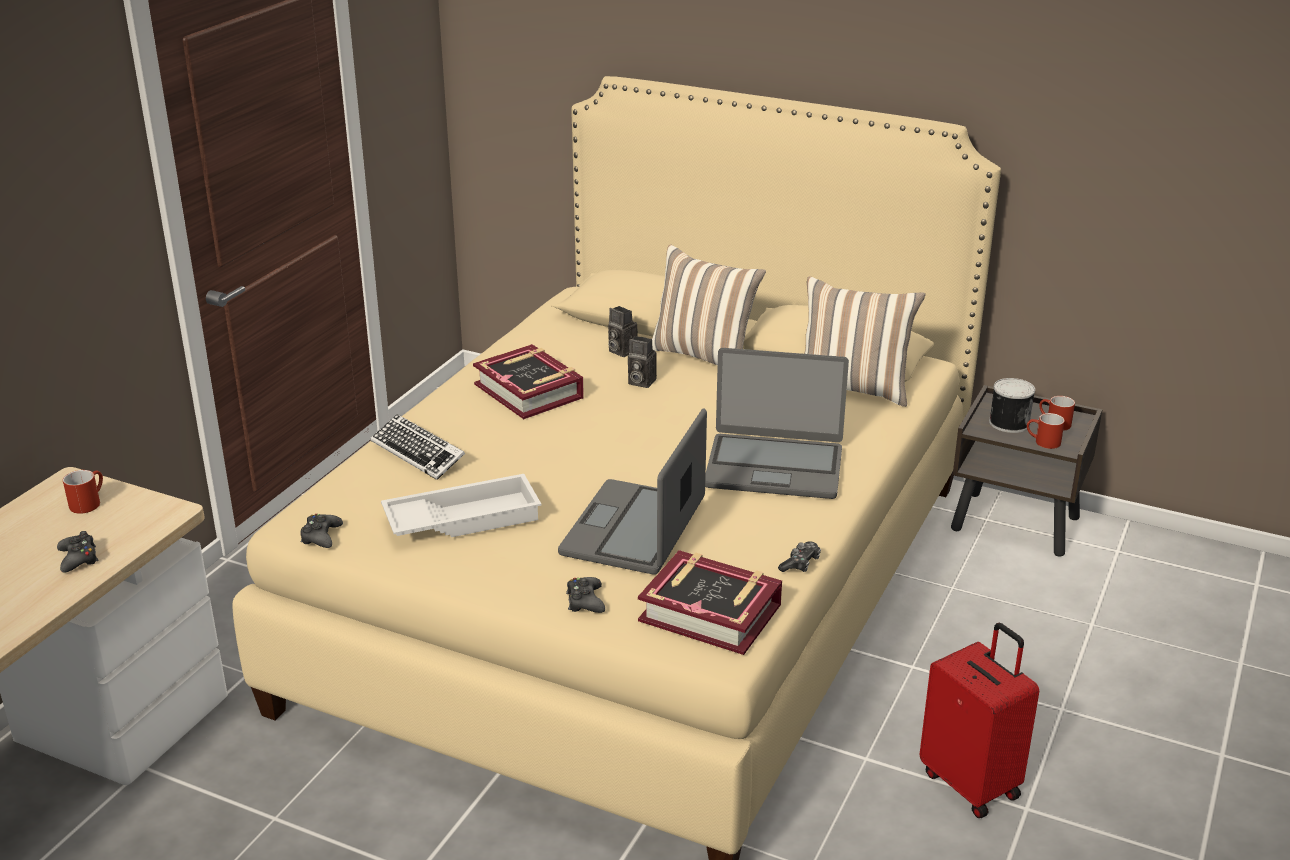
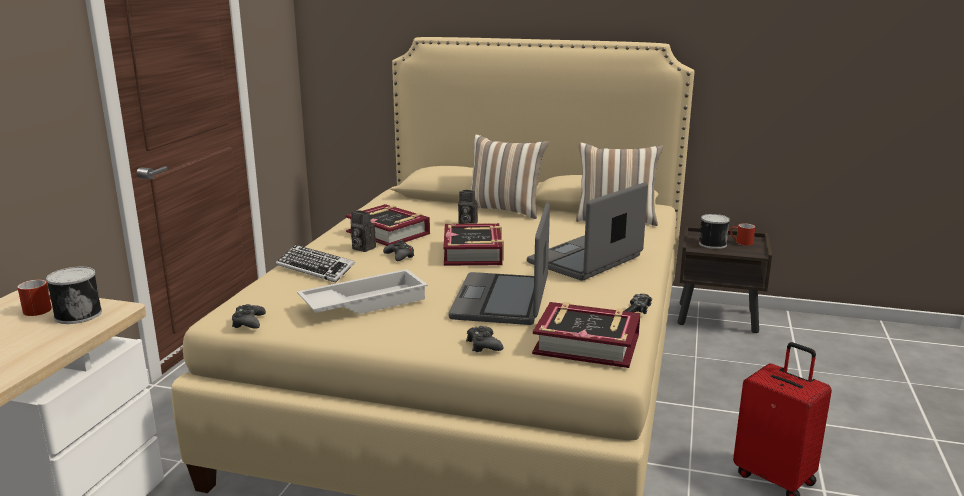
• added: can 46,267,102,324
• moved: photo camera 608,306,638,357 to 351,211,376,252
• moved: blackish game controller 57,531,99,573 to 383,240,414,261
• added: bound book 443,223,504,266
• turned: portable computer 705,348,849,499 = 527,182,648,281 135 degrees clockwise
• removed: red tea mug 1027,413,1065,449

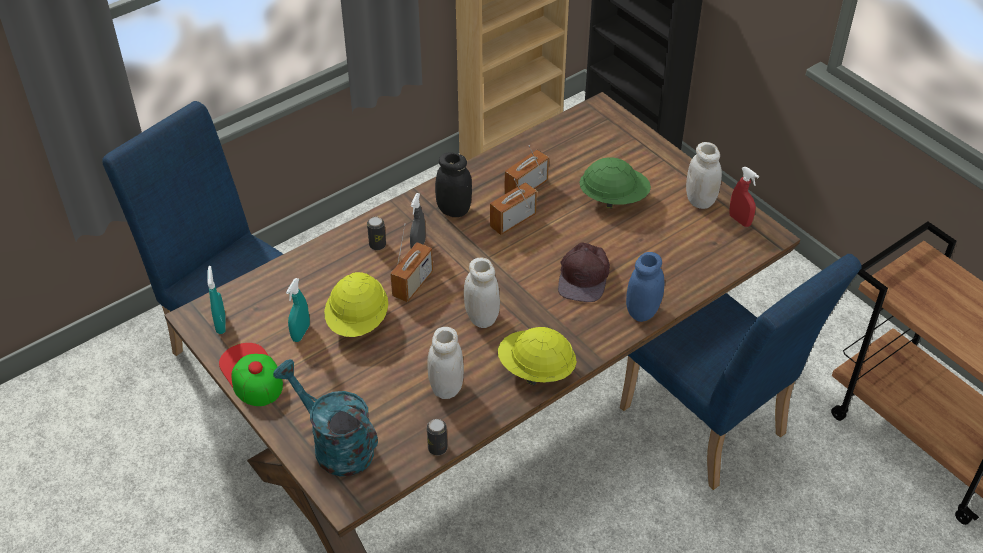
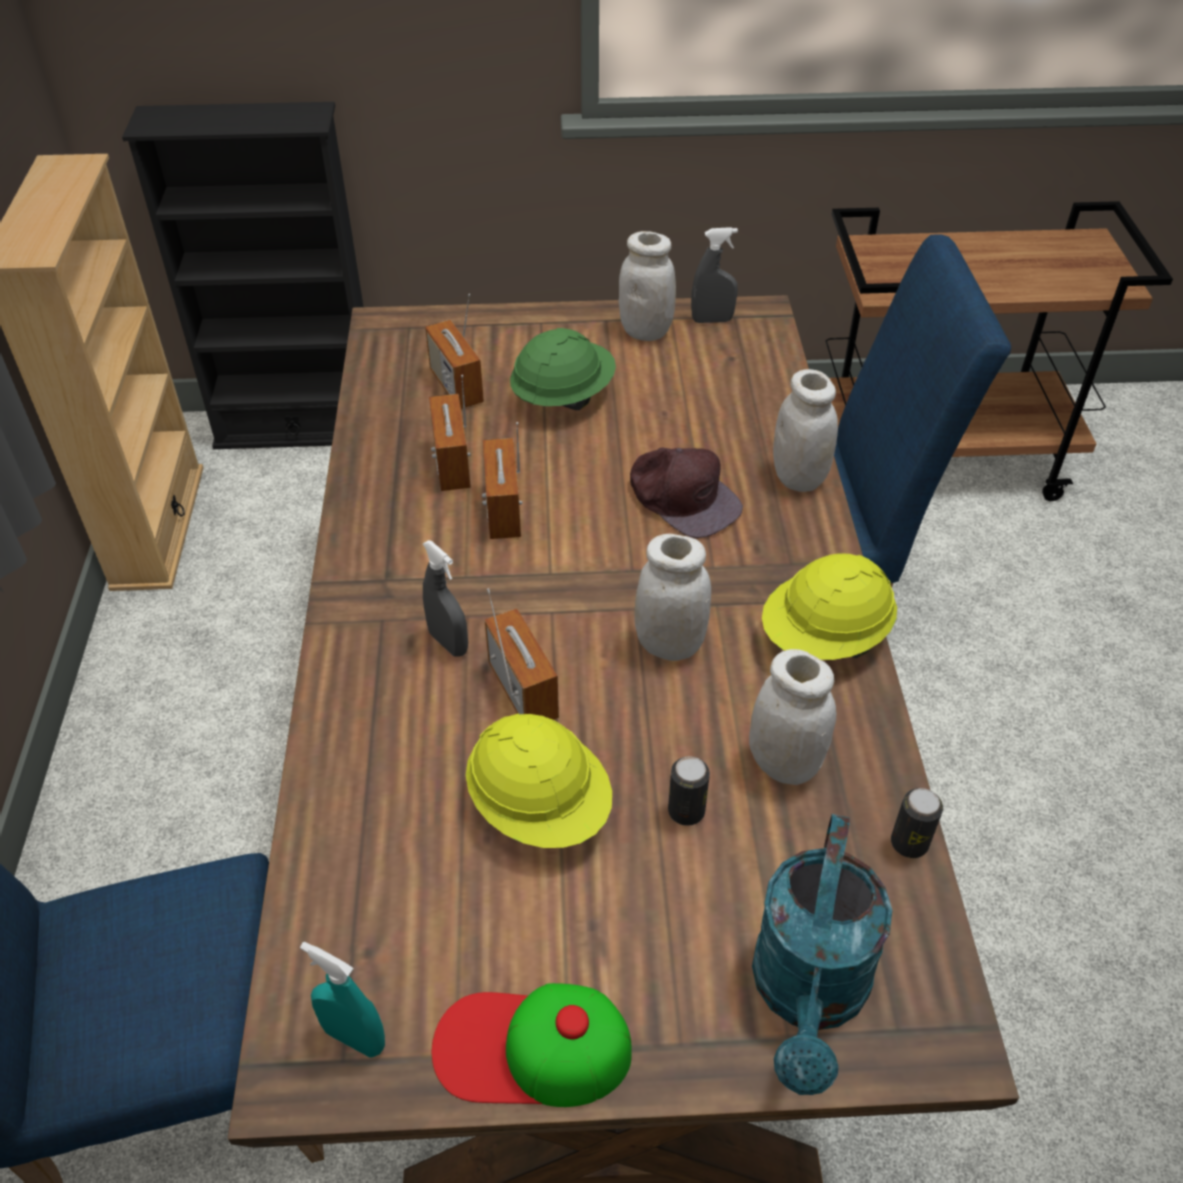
• added: radio receiver 425,294,484,409
• moved: can 367,216,386,250 to 668,756,710,826
• recoloured: red spray bottle 729,167,759,227 to gray spray bottle 691,227,738,323
• turned: turquoise watering can 273,359,378,476 = 752,814,892,1095 60 degrees counterclockwise
• recoloured: bluish jar 626,252,664,322 to white-coloured jar 773,369,838,492
• removed: turquoise spray bottle 286,278,310,342
• removed: blackish jar 435,152,472,217

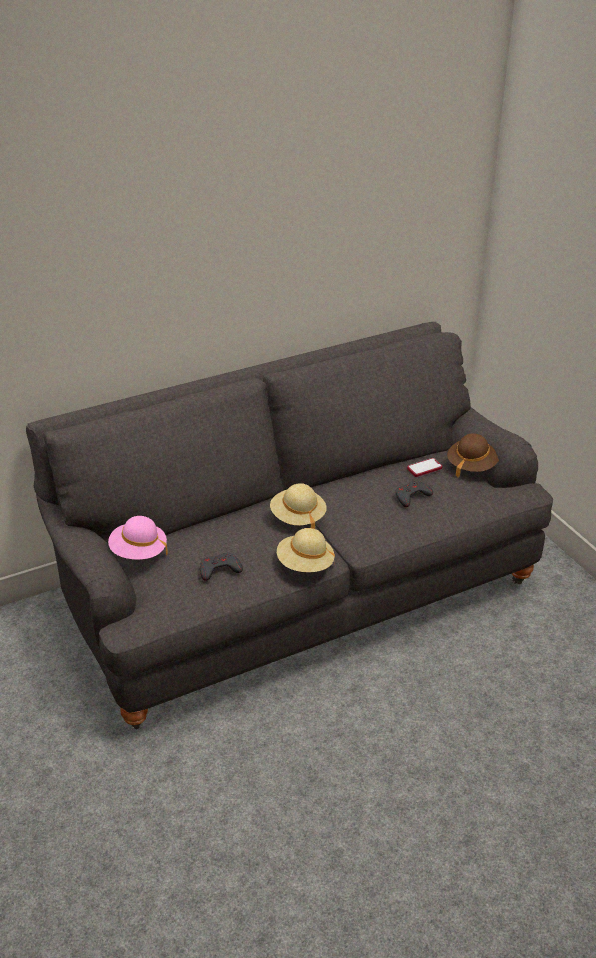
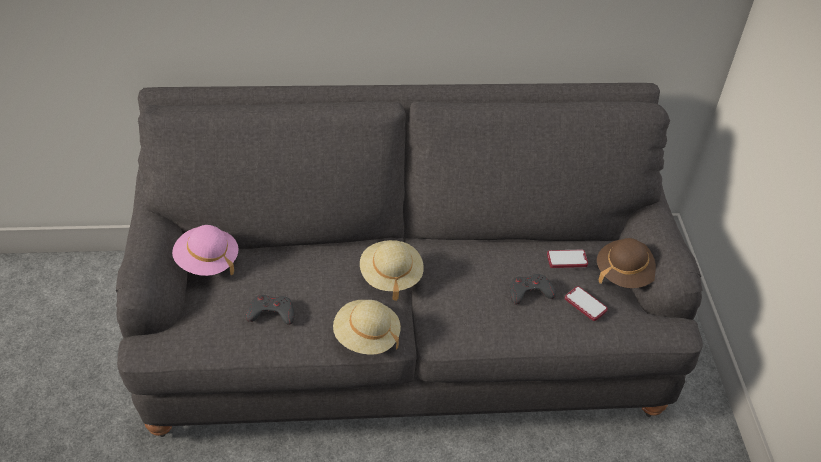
• added: phone 565,286,608,321

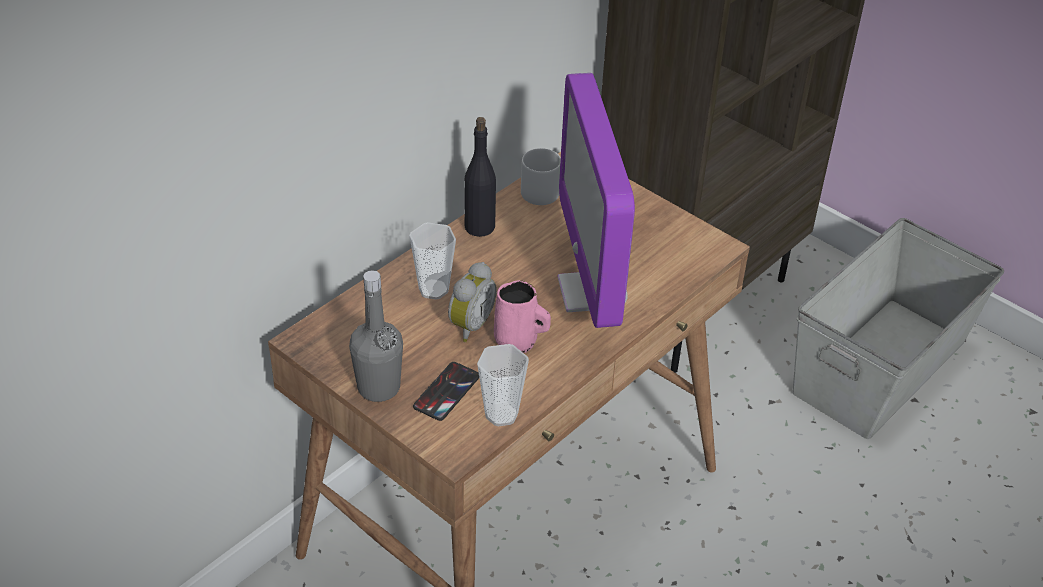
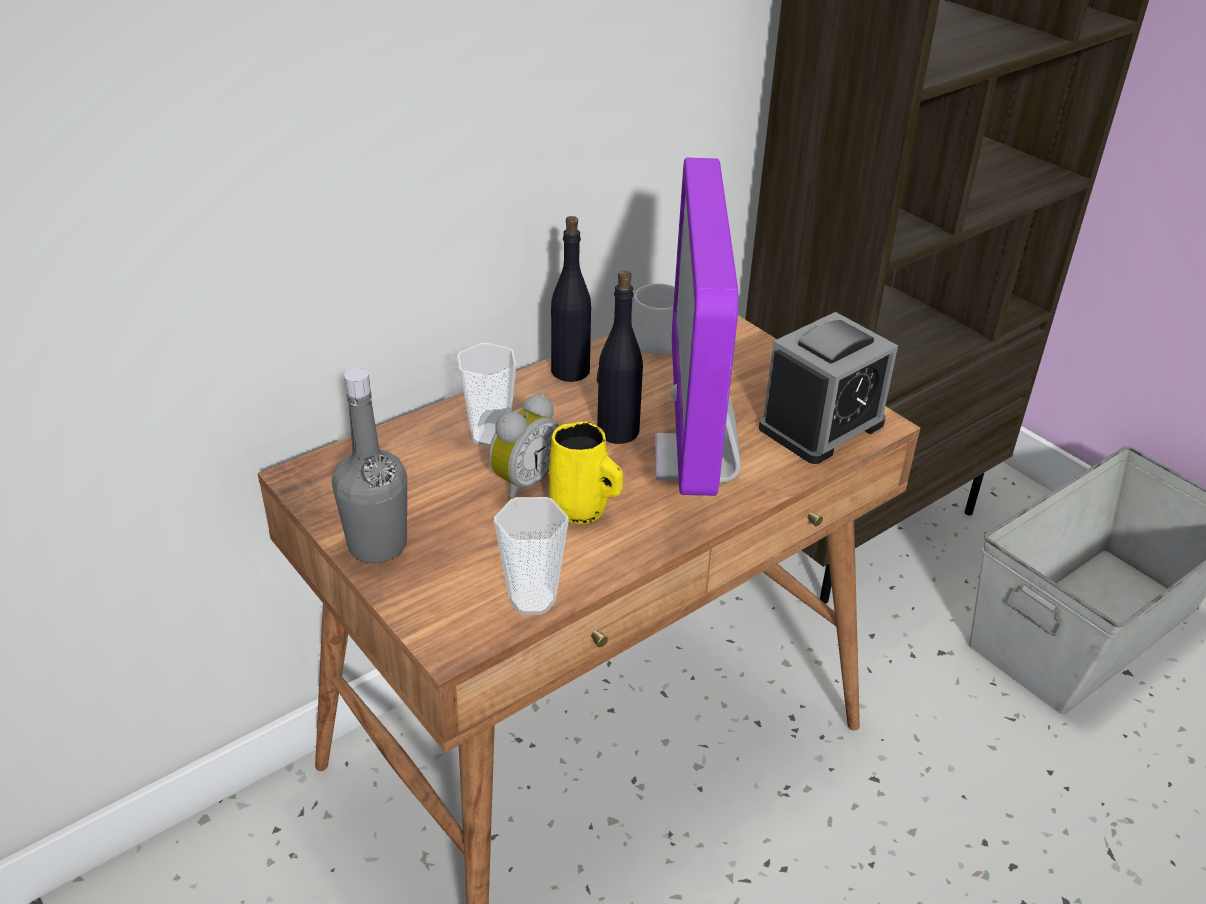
• recoloured: pink tea mug 494,280,551,353 to yellowish tea mug 549,422,623,524
• added: blackish beverage bottle 597,270,643,444
• added: table clock 759,312,898,464
• removed: phone 413,362,479,421

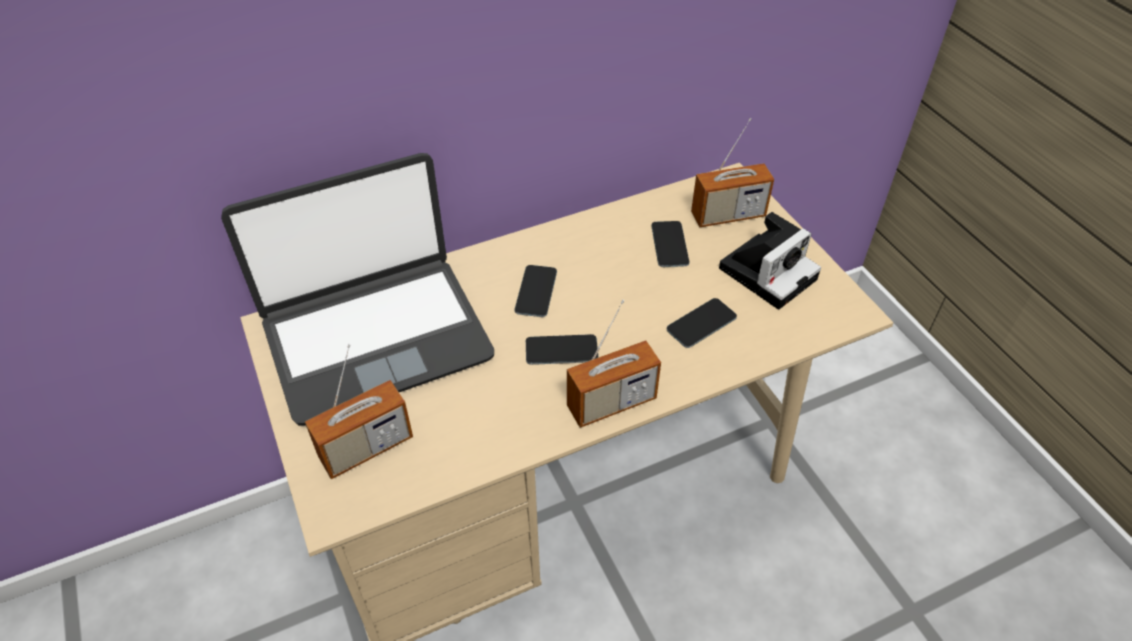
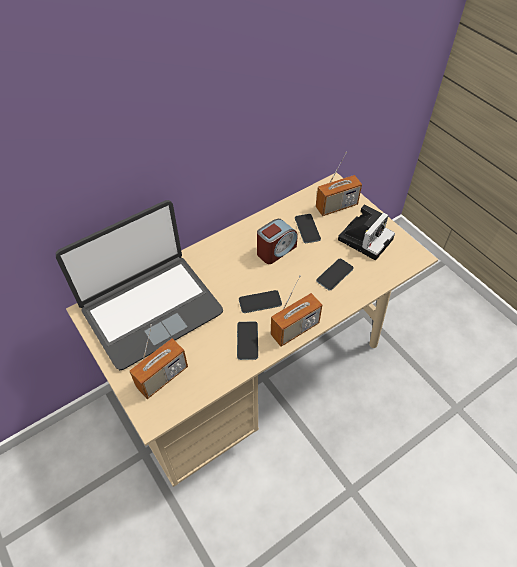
• moved: phone 515,265,557,317 to 237,322,258,360
• added: table clock 257,219,298,264

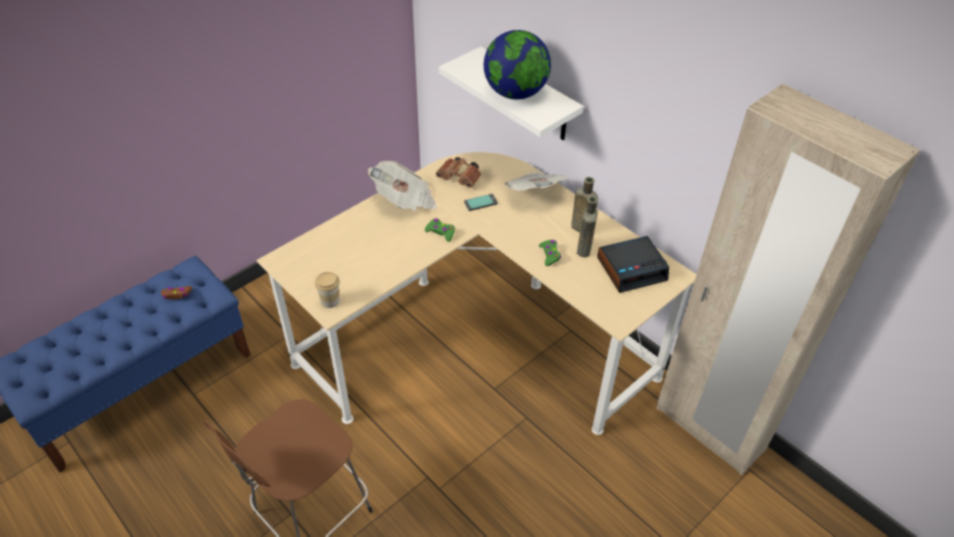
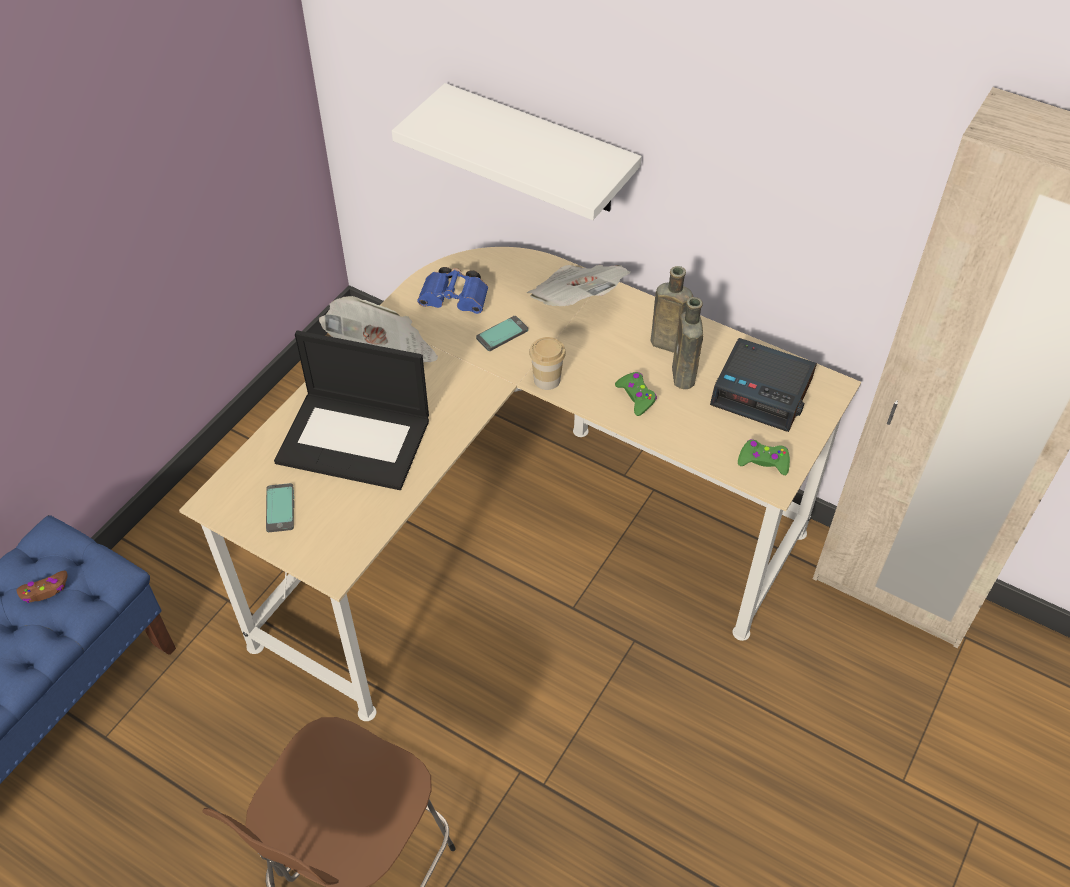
• added: phone 266,483,294,532
• added: portable computer 274,330,429,490
• recoloured: brown binoculars 436,157,481,188 to bluish binoculars 417,267,488,314
• moved: small cup 314,272,340,308 to 529,337,566,390
• turned: table clock 597,236,669,293 = 710,338,817,432 60 degrees clockwise
• moved: green-coloured game controller 425,218,455,242 to 738,439,790,475
• removed: world globe 484,30,551,99

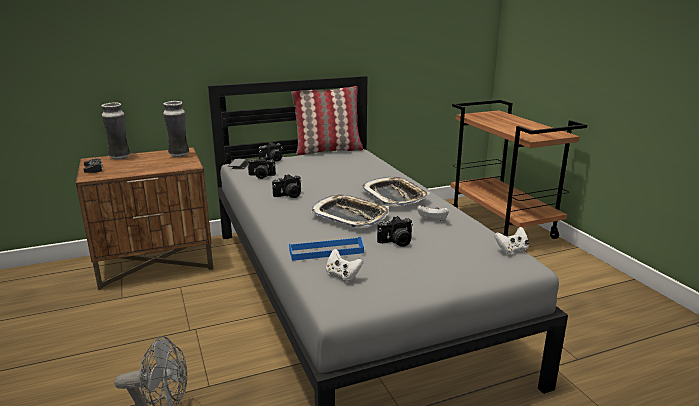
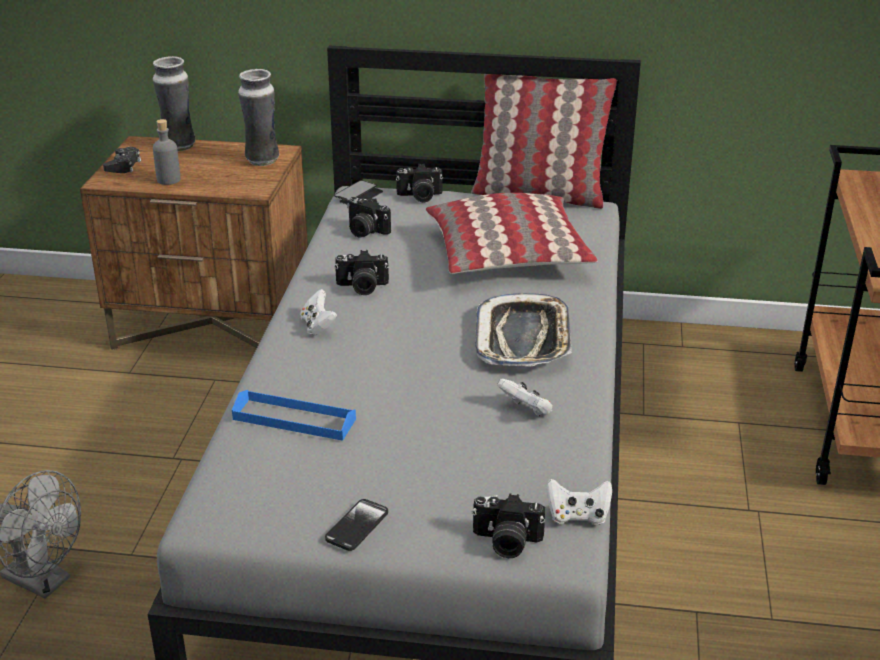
• added: gray beverage bottle 153,119,181,185
• moved: white-coloured game controller 326,249,363,281 to 300,289,337,336
• added: phone 325,499,388,551
• added: cushion 426,193,598,274
• moved: photo camera 377,216,413,247 to 472,493,545,558
• removed: serving tray 310,195,389,228

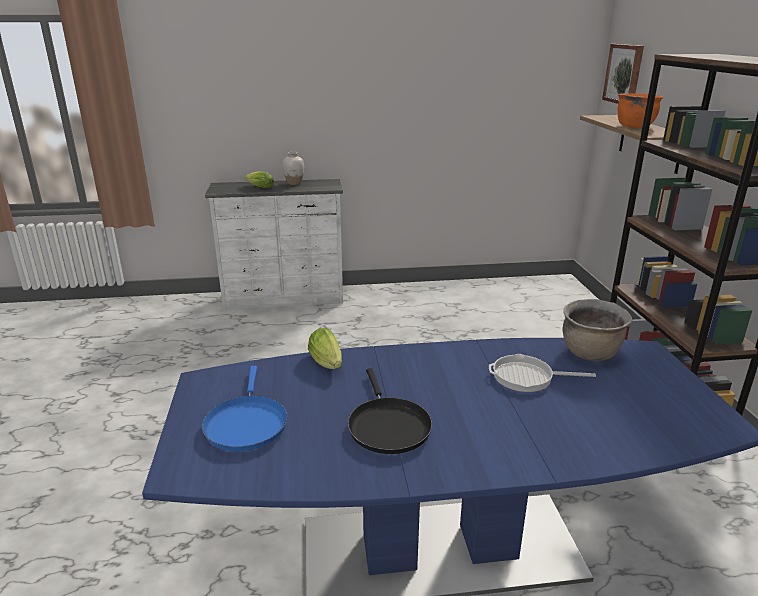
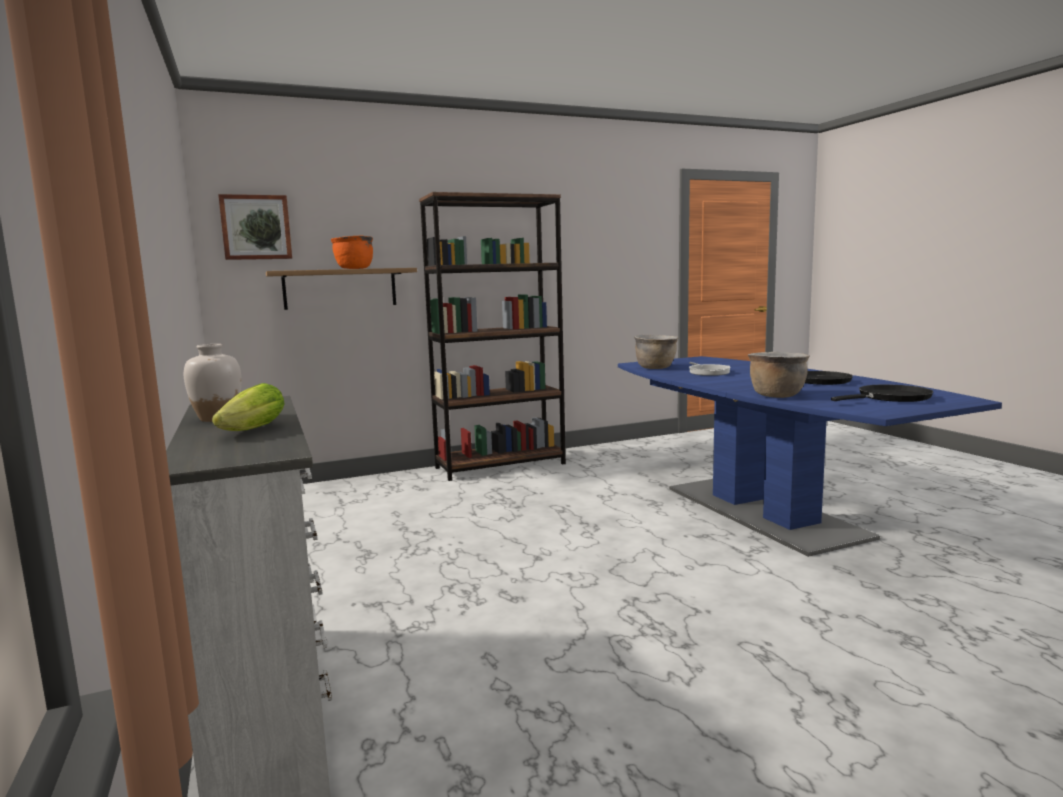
• replaced: lettuce head 308,328,342,369 to brown cooking pot 748,352,810,398
• recoloured: bluish skillet 202,366,288,451 to blackish skillet 831,384,933,402

